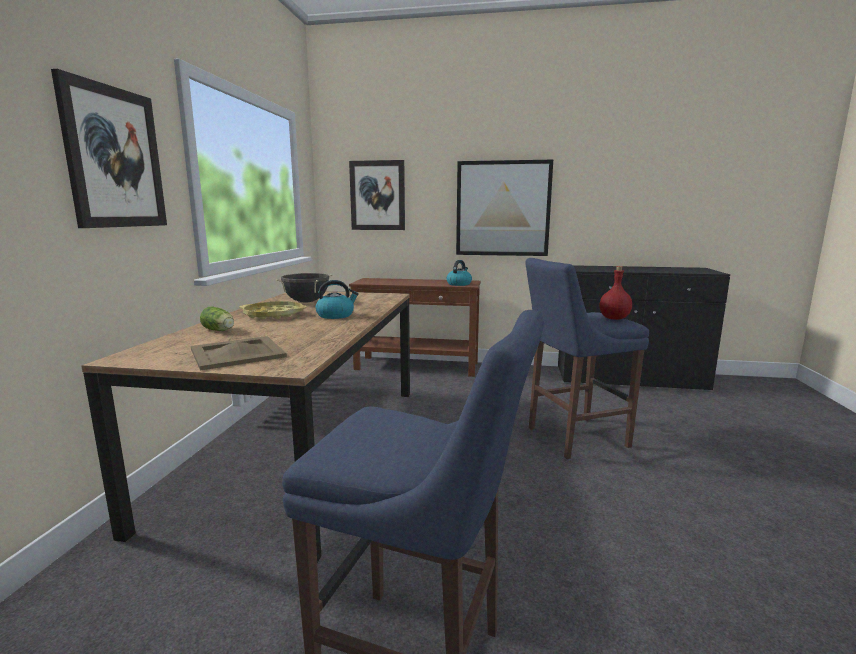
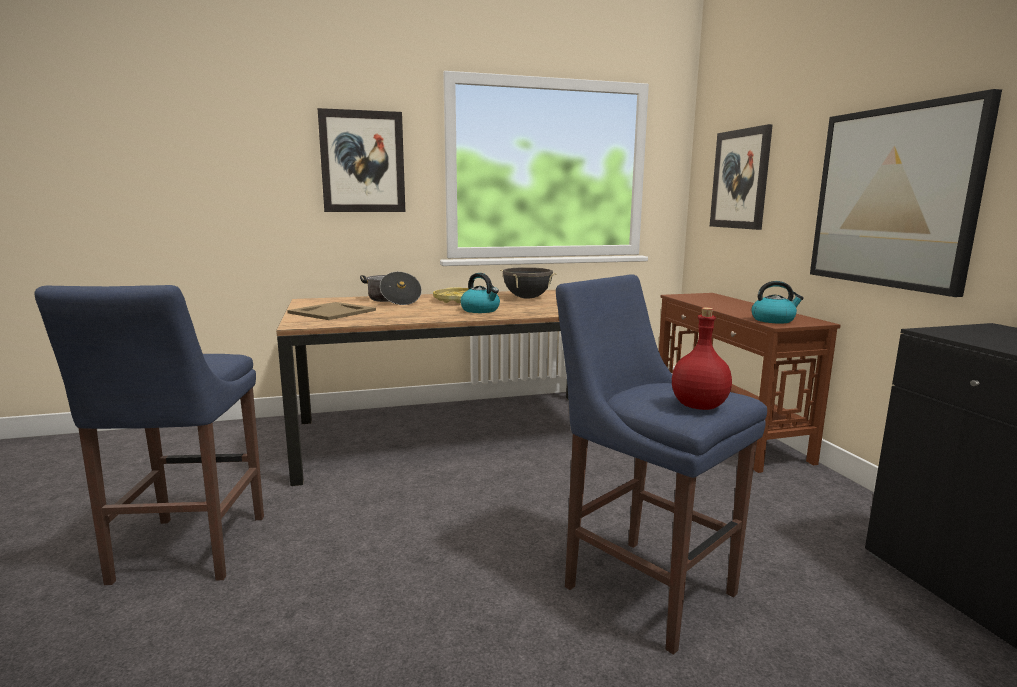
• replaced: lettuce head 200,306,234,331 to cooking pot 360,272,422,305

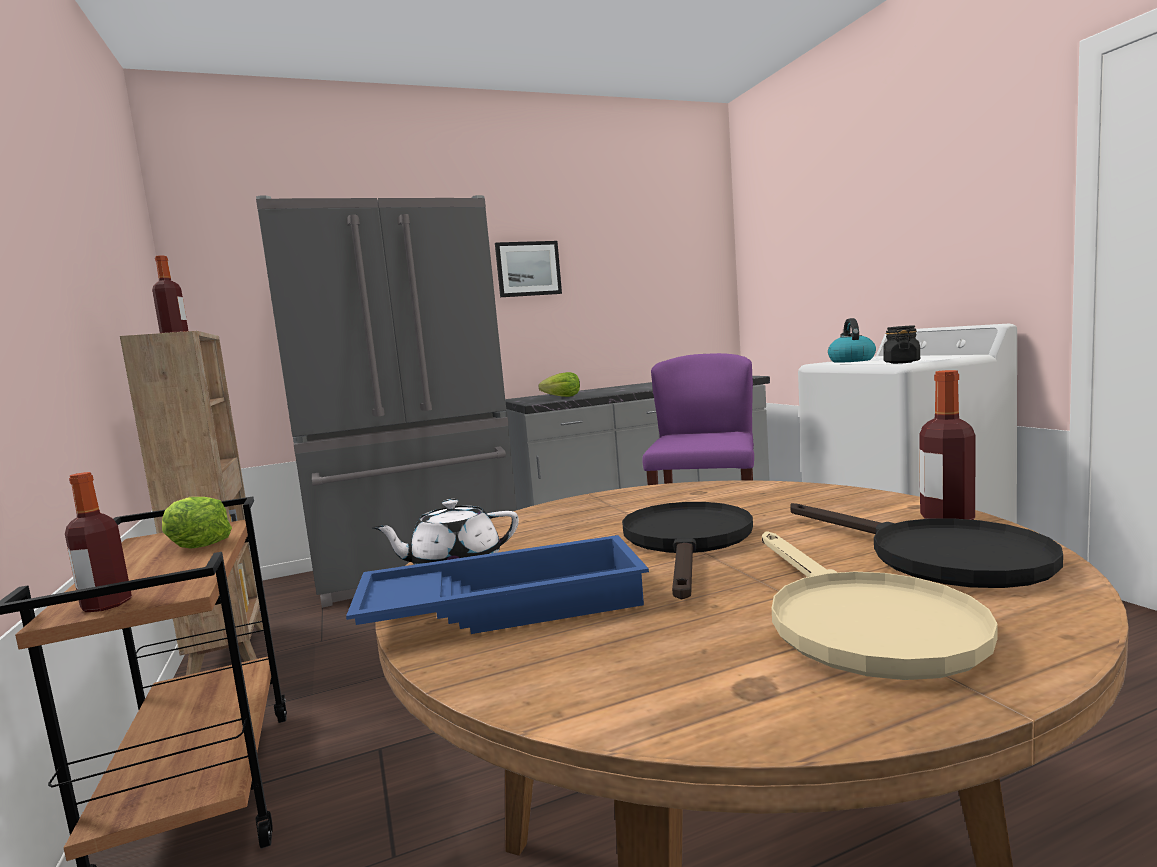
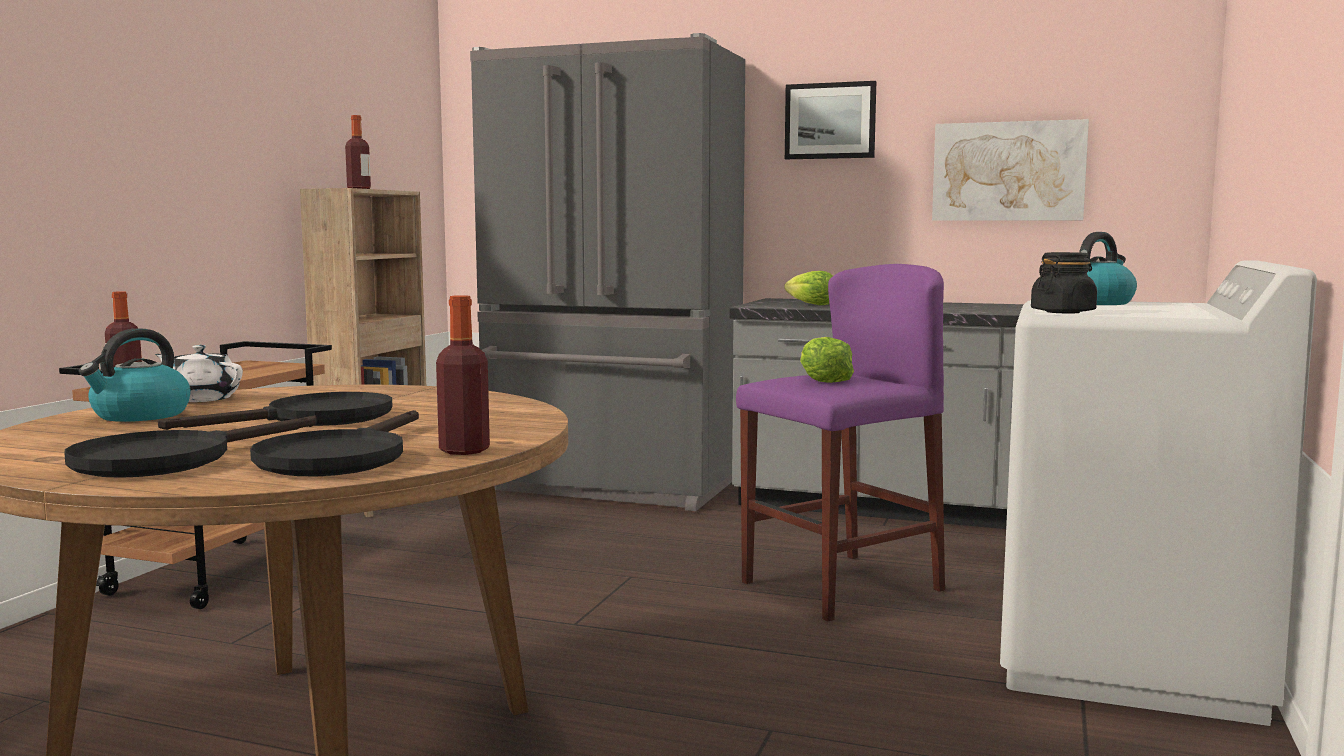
• recoloured: beige skillet 762,531,998,680 to blackish skillet 64,416,317,478
• replaced: bluish serving tray 346,535,649,634 to kettle 79,328,191,422
• moved: lettuce head 162,497,232,549 to 800,337,854,383
• added: wall picture 932,119,1089,221

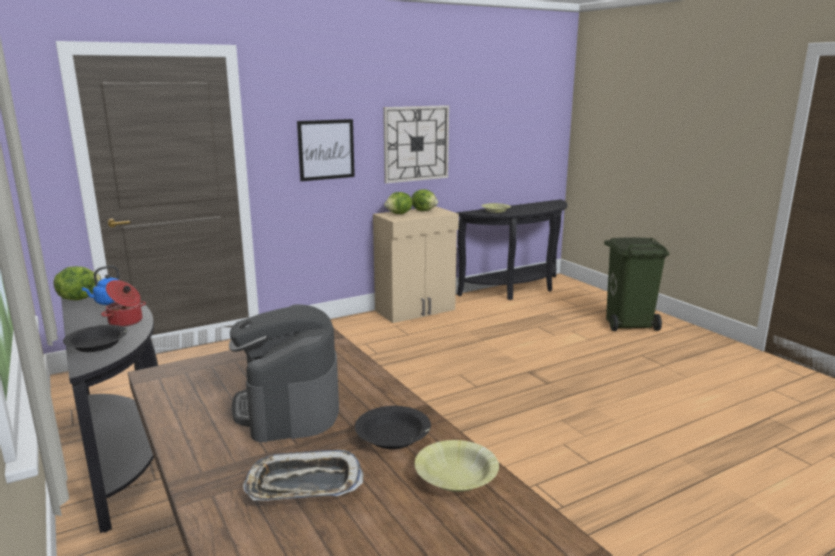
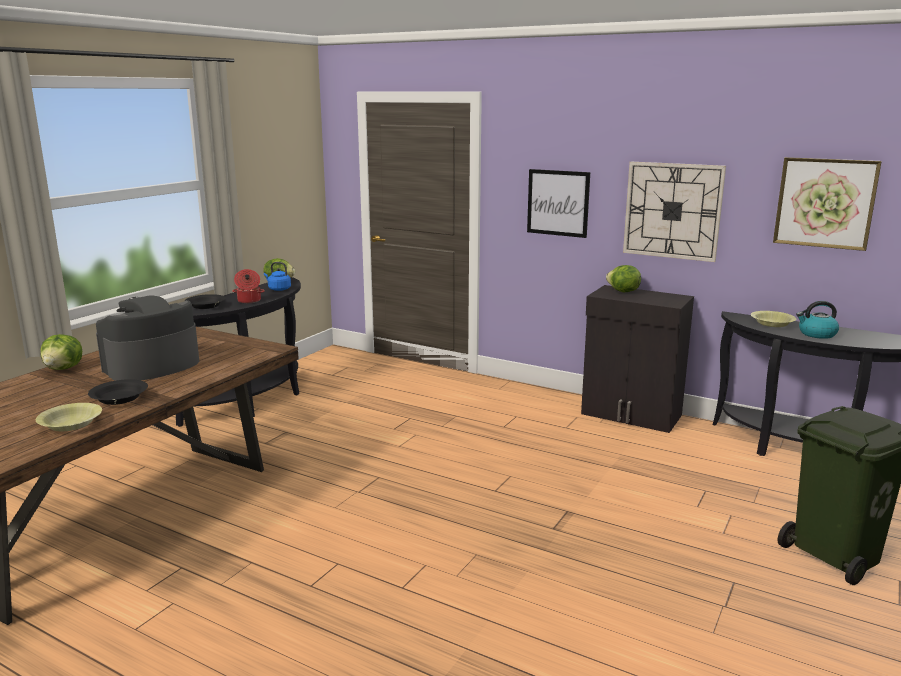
• moved: lettuce head 411,189,438,211 to 40,334,82,370
• recoloured: beige cabinet 373,206,459,323 to blackish cabinet 581,285,694,433
• added: wall picture 773,157,882,251
• added: kettle 796,301,839,339
• removed: serving tray 243,450,364,501

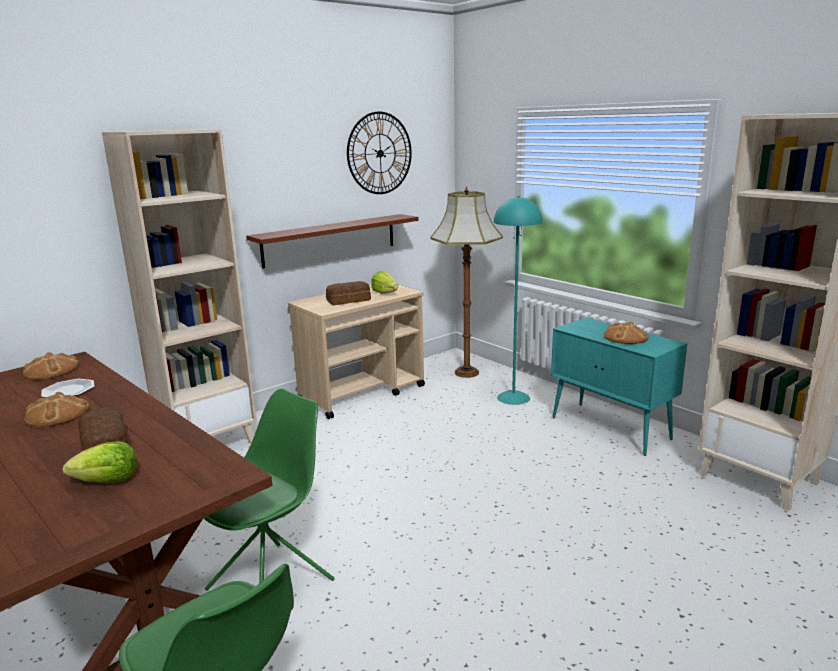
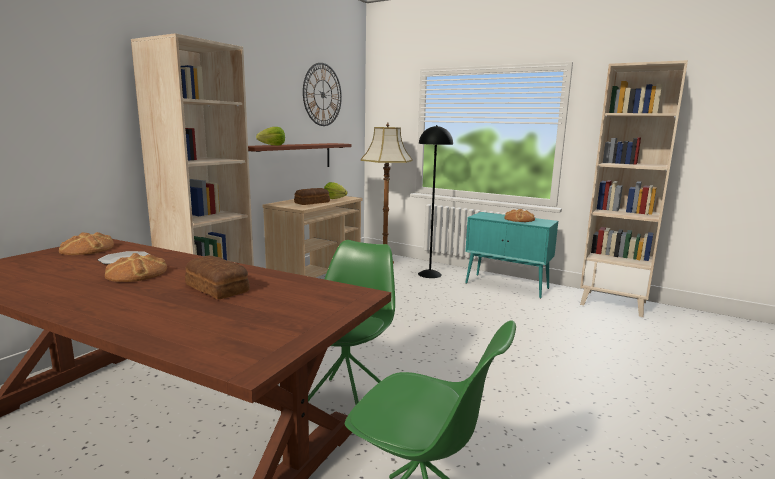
• moved: lettuce head 63,441,137,483 to 256,127,285,145
• recoloured: turquoise standard lamp 494,196,542,405 to blackish standard lamp 418,125,453,278

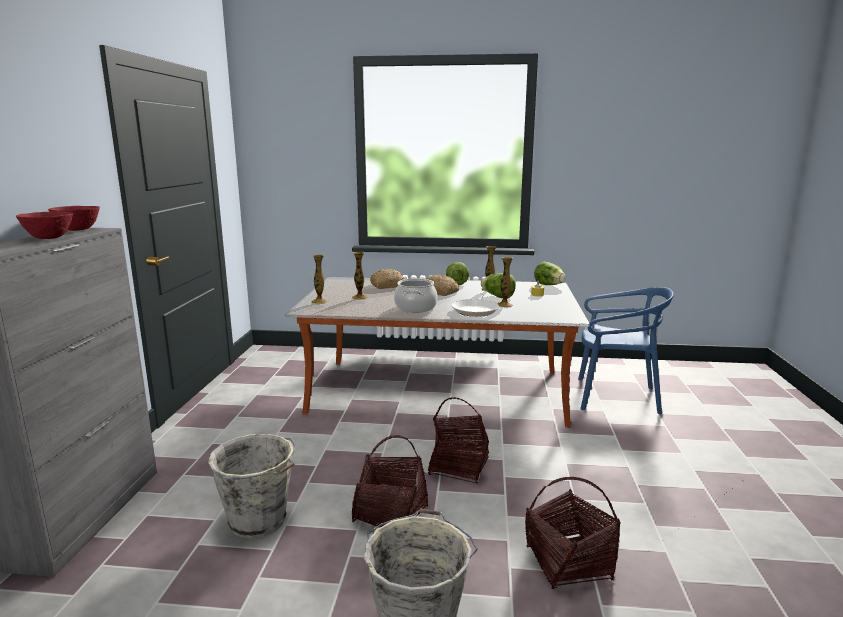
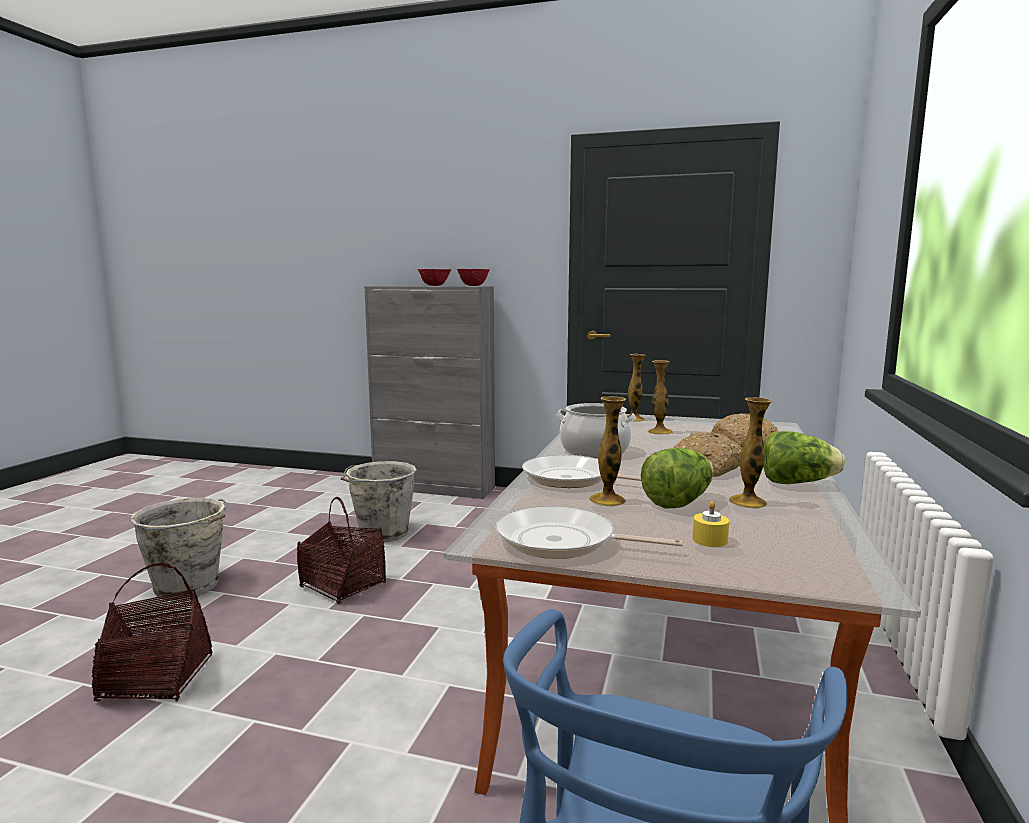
• added: skillet 496,506,683,559
• removed: household basket 428,397,489,483
• removed: lettuce head 534,262,566,285

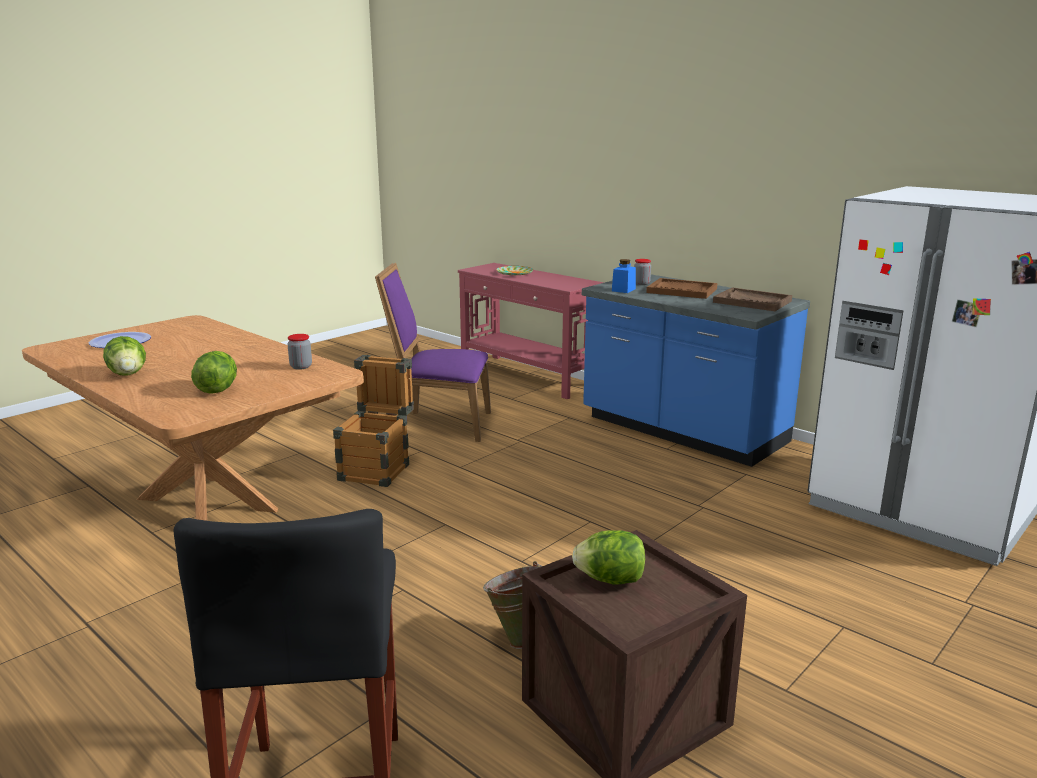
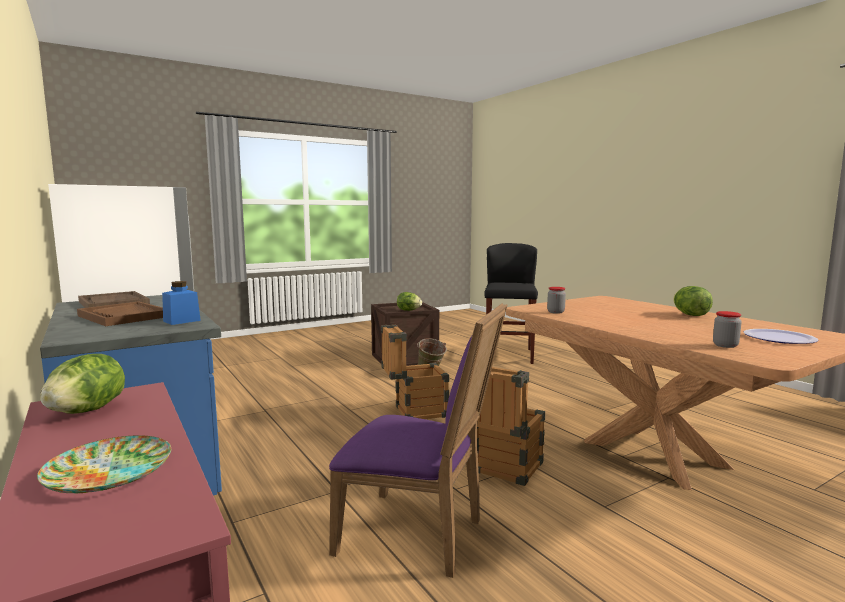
• moved: lettuce head 191,351,237,394 to 40,354,125,414
• added: crate 381,324,449,419
• moved: jar 634,259,651,285 to 713,311,742,348

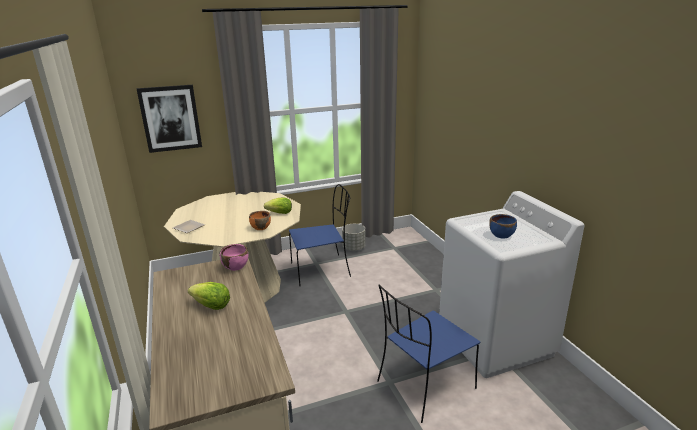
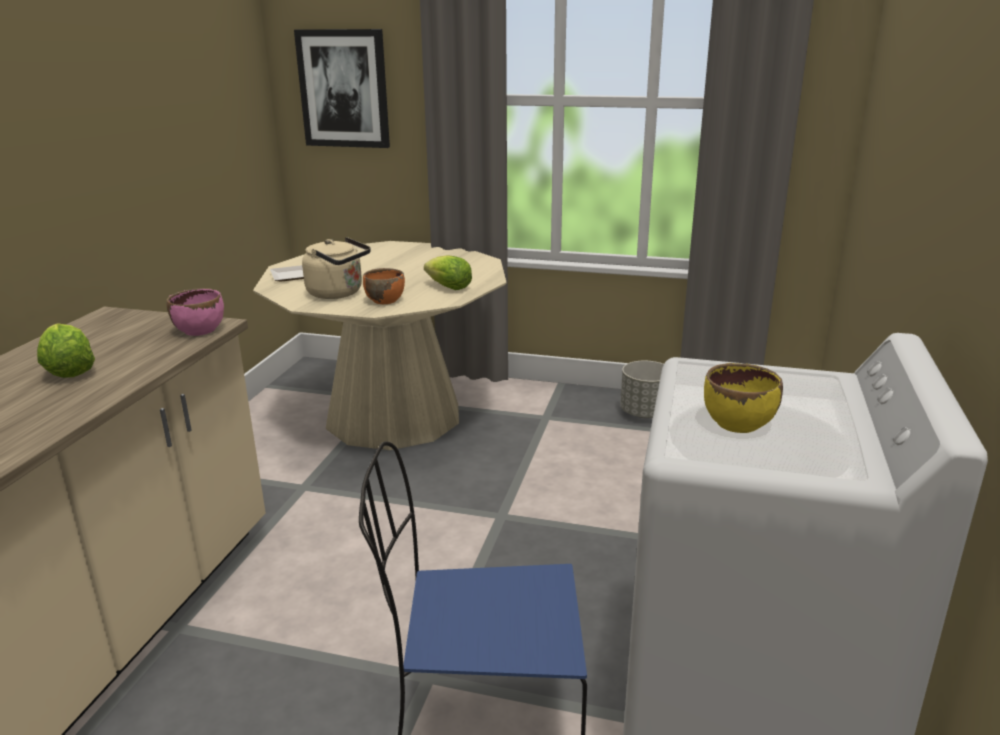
• added: beige kettle 302,237,371,299
• recoloured: bluish serving bowl 489,214,517,239 to yellowish serving bowl 704,363,783,433
• removed: bluish upright chair 289,184,351,286

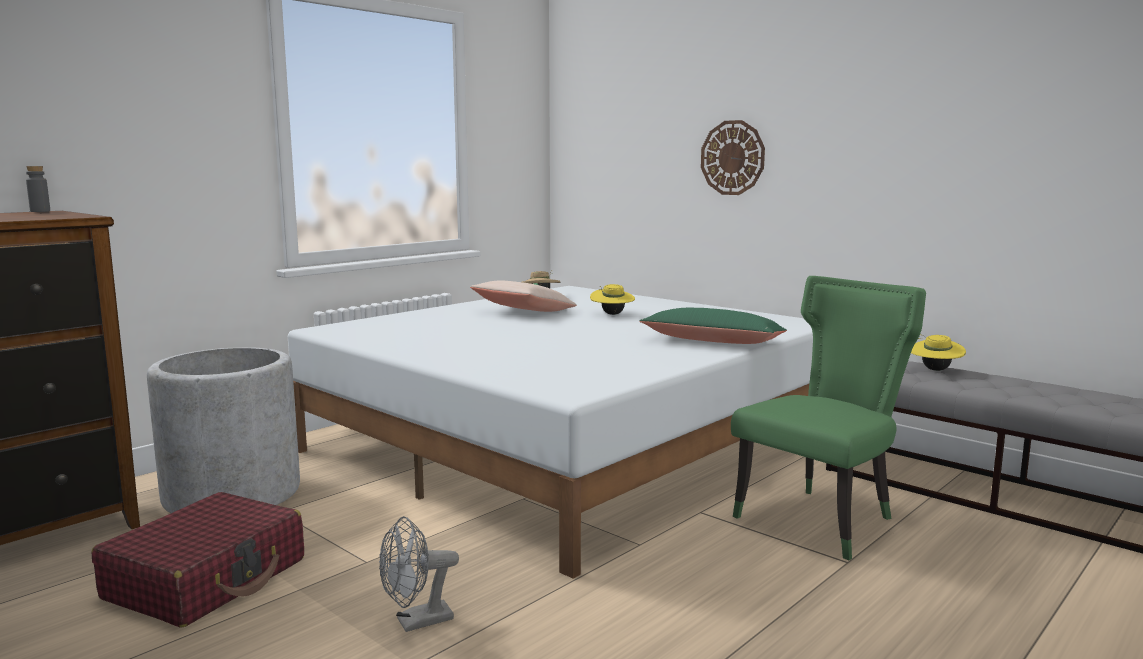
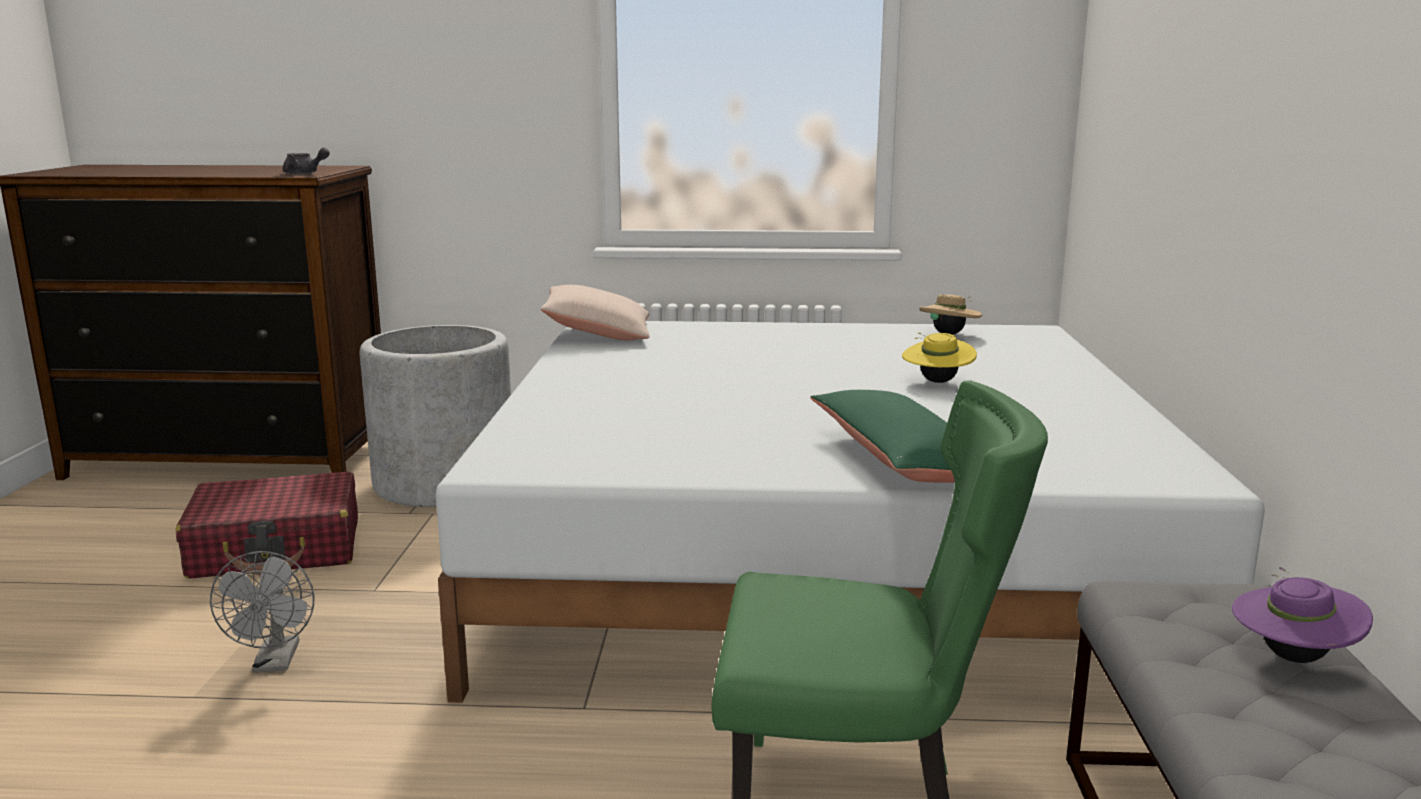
• turned: gray cooling fan 379,516,459,632 = 210,551,315,673 120 degrees counterclockwise
• added: gray teapot 283,148,330,175
• moved: beige cushion 470,280,577,312 to 541,285,650,340
• recoloured: yellowish hat 911,334,966,371 to purple hat 1232,567,1373,663
• removed: gray beverage bottle 26,166,50,212
• removed: clock on the wall 701,120,765,195

